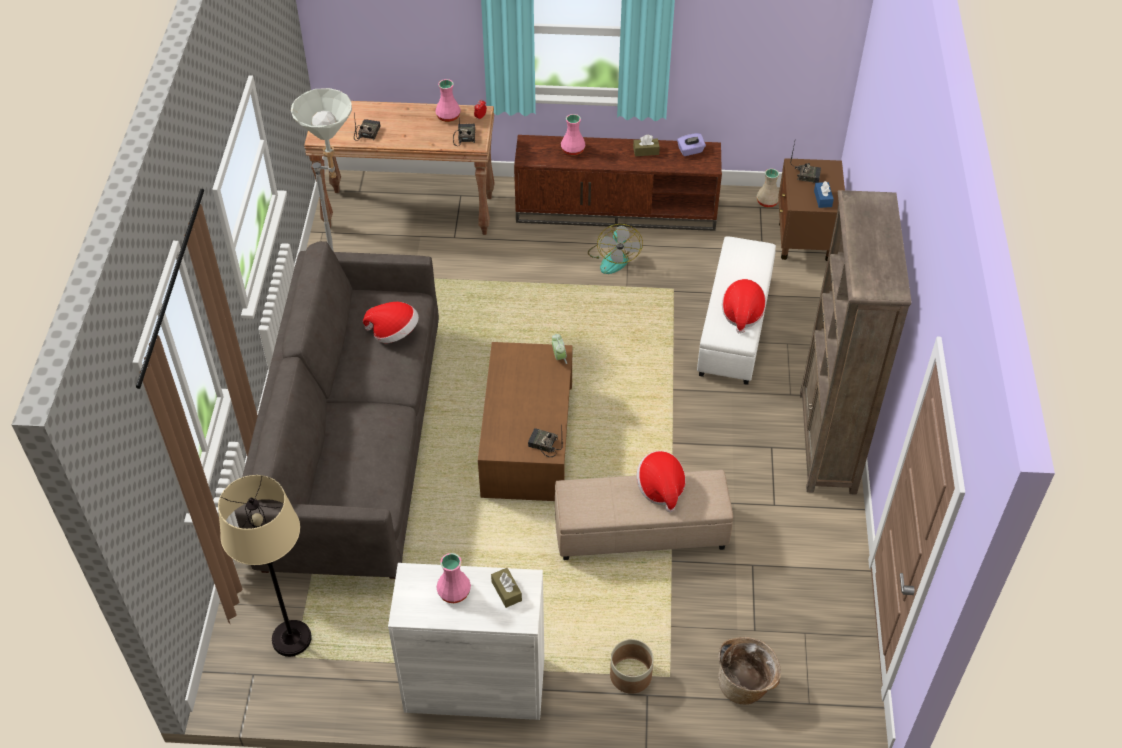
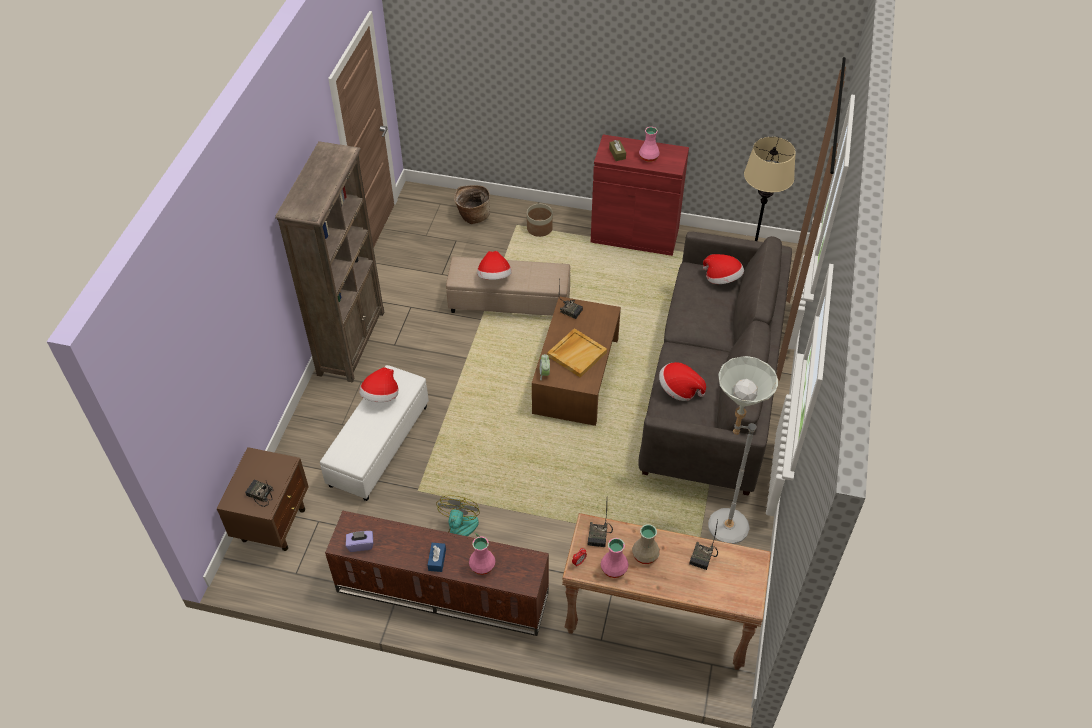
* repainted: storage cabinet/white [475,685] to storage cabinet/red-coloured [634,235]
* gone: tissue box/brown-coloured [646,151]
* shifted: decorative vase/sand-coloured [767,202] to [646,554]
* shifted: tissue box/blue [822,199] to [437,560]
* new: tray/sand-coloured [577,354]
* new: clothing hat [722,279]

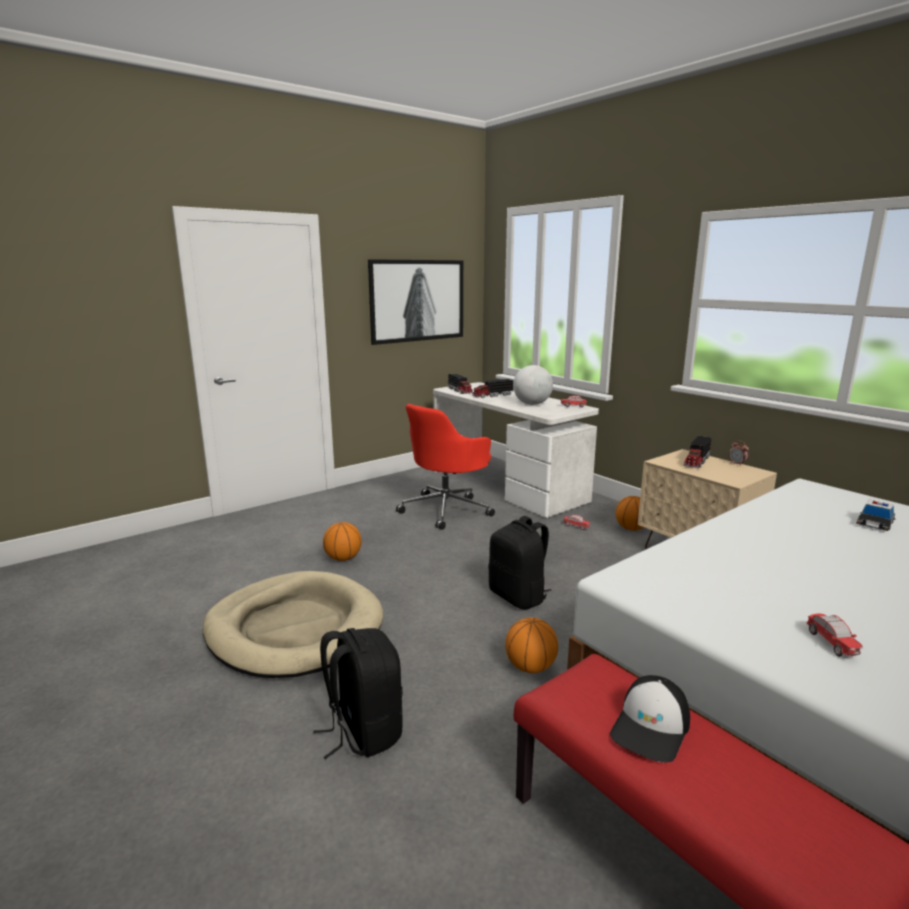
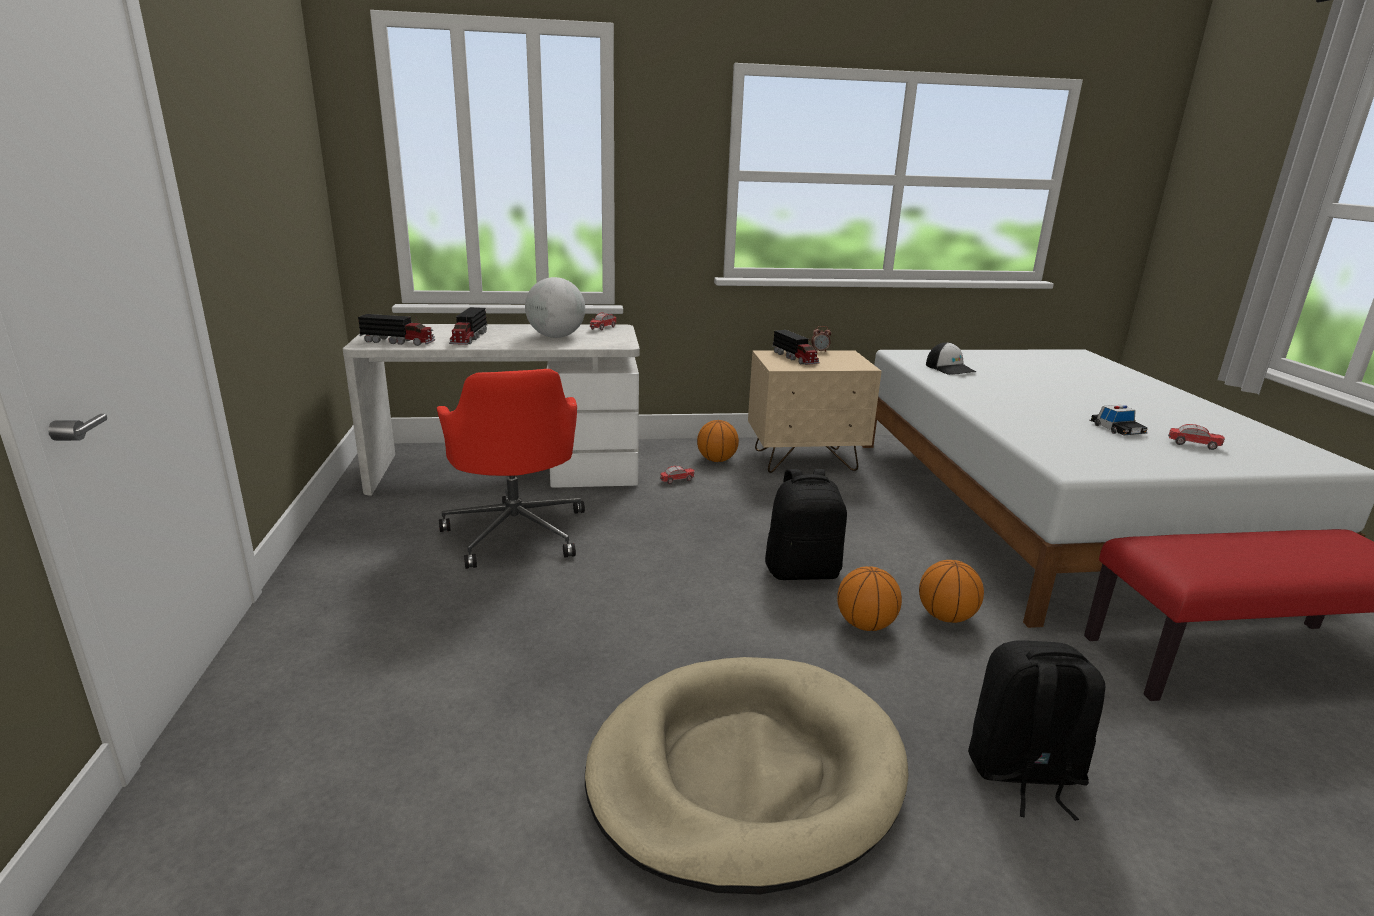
* shifted: basketball ball [343,558] to [865,625]
* gone: picture [417,300]
* shifted: baseball cap [651,728] to [950,368]
* shifted: model car [875,523] to [1117,429]

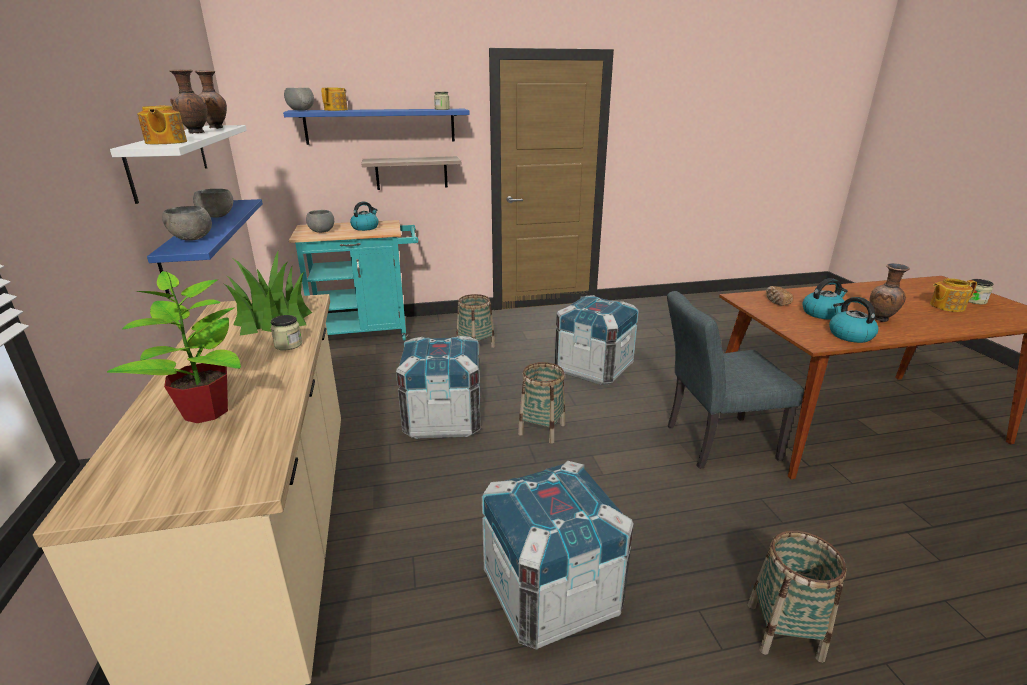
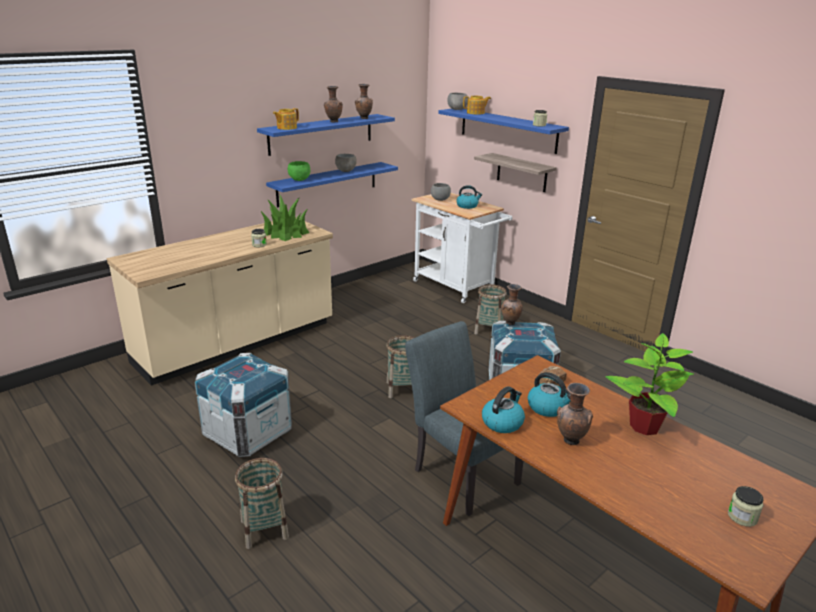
* shifted: houseplant [206,412] to [644,427]
* repainted: shelf/white [170,159] to shelf/blue [321,134]
* repainted: deep dish/gray [192,239] to deep dish/greenish [299,180]
* repainted: trolley/turquoise [368,333] to trolley/white [457,288]
* gone: packing crate [443,419]
* gone: teapot [946,306]
* new: decorative vase/brown-coloured [510,323]

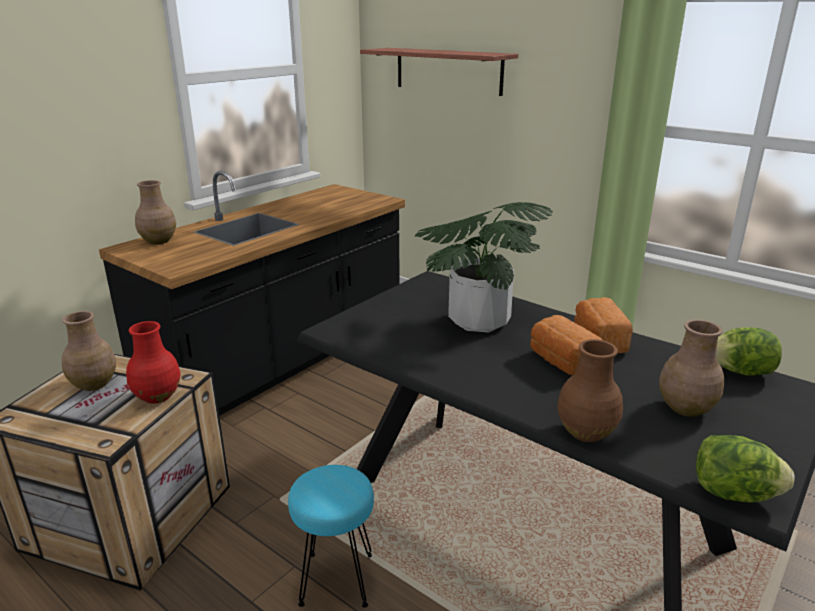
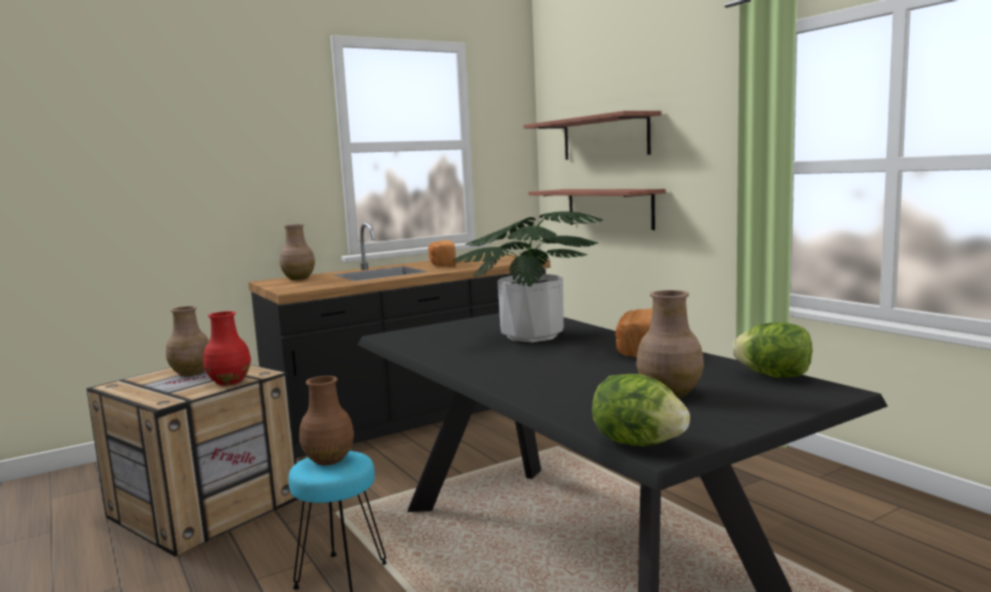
* shifted: bread [561,362] to [442,264]
* shifted: decorative vase/brown-coloured [587,432] to [329,460]
* new: shelf [609,208]

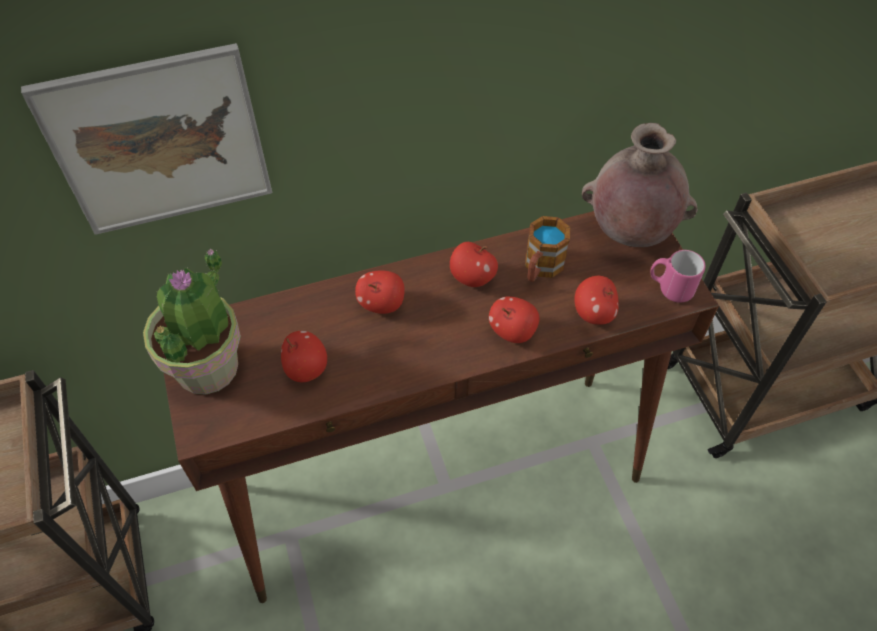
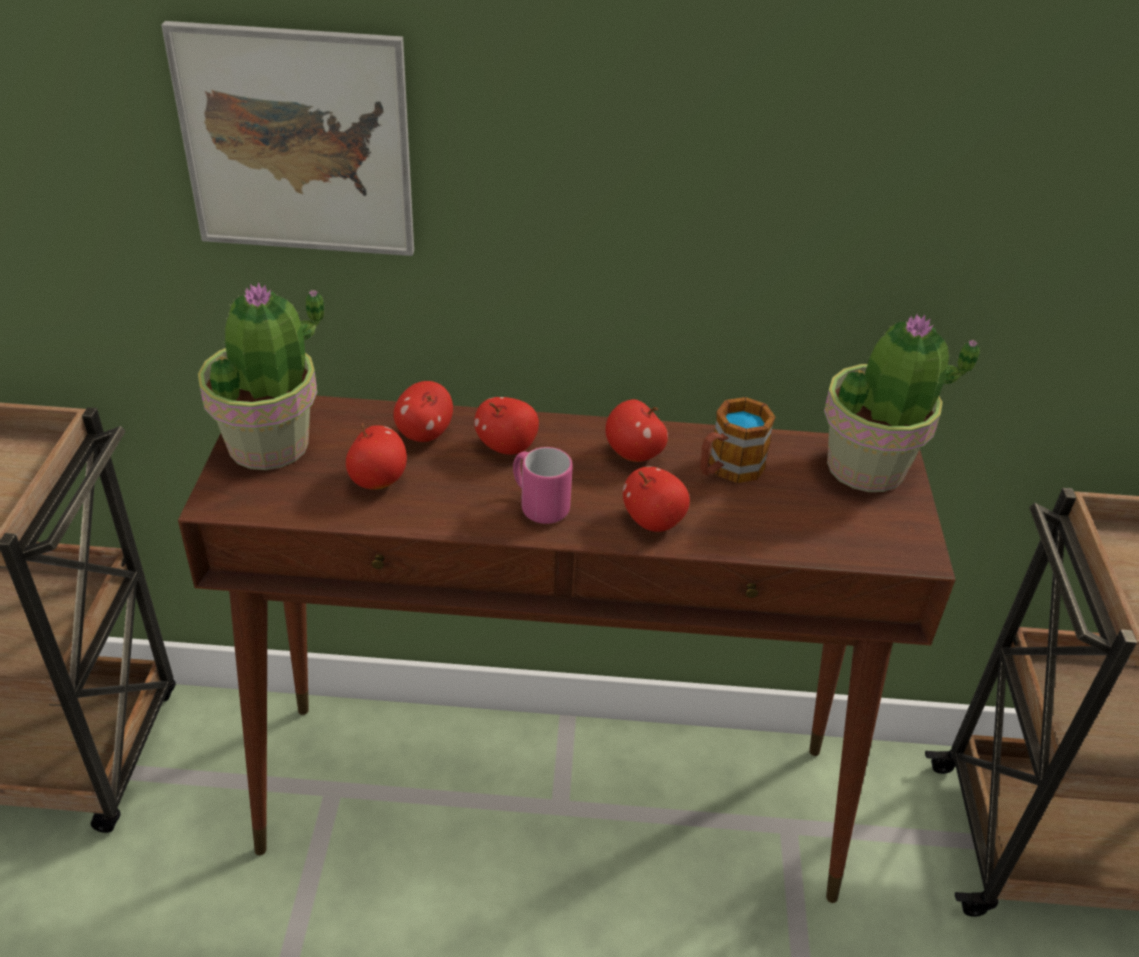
* shifted: apple fruit [593,313] to [424,434]
* swapped: decorative vase/brown-coloured [629,233] to houseplant [868,467]
* shifted: tea mug/pinkish [670,288] to [538,505]

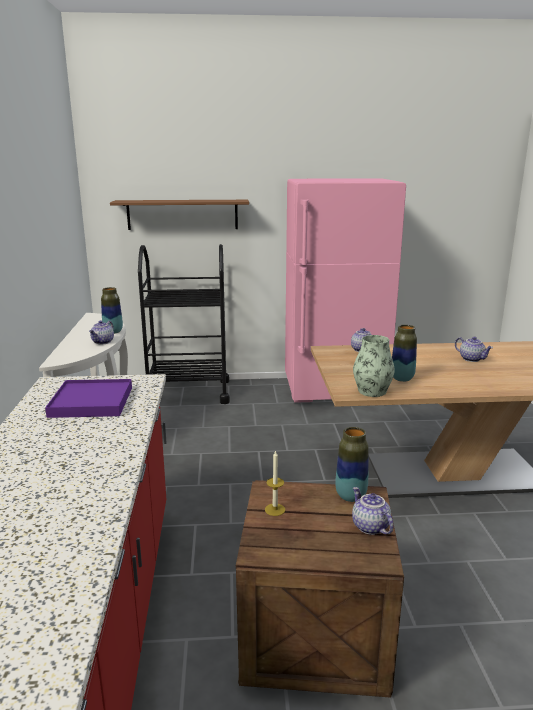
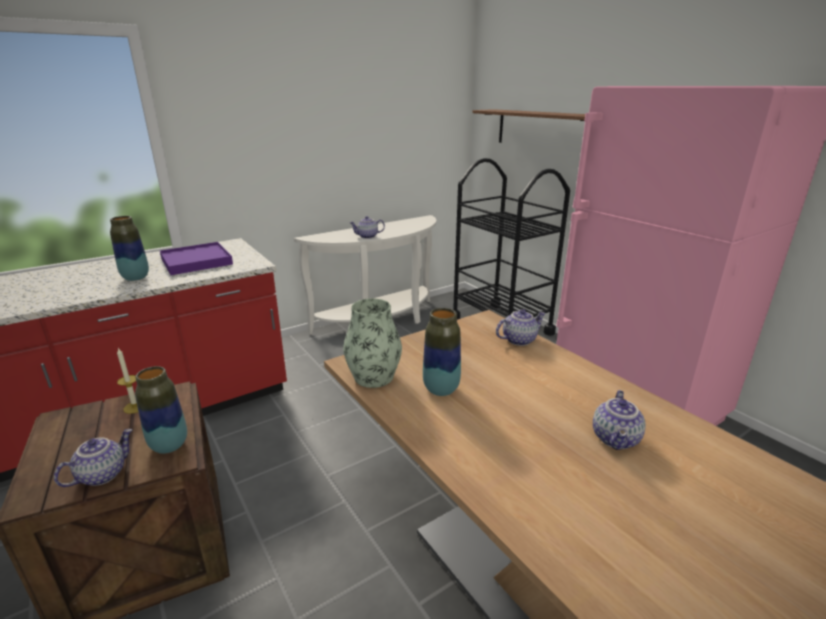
* shifted: decorative vase [113,332] to [136,278]

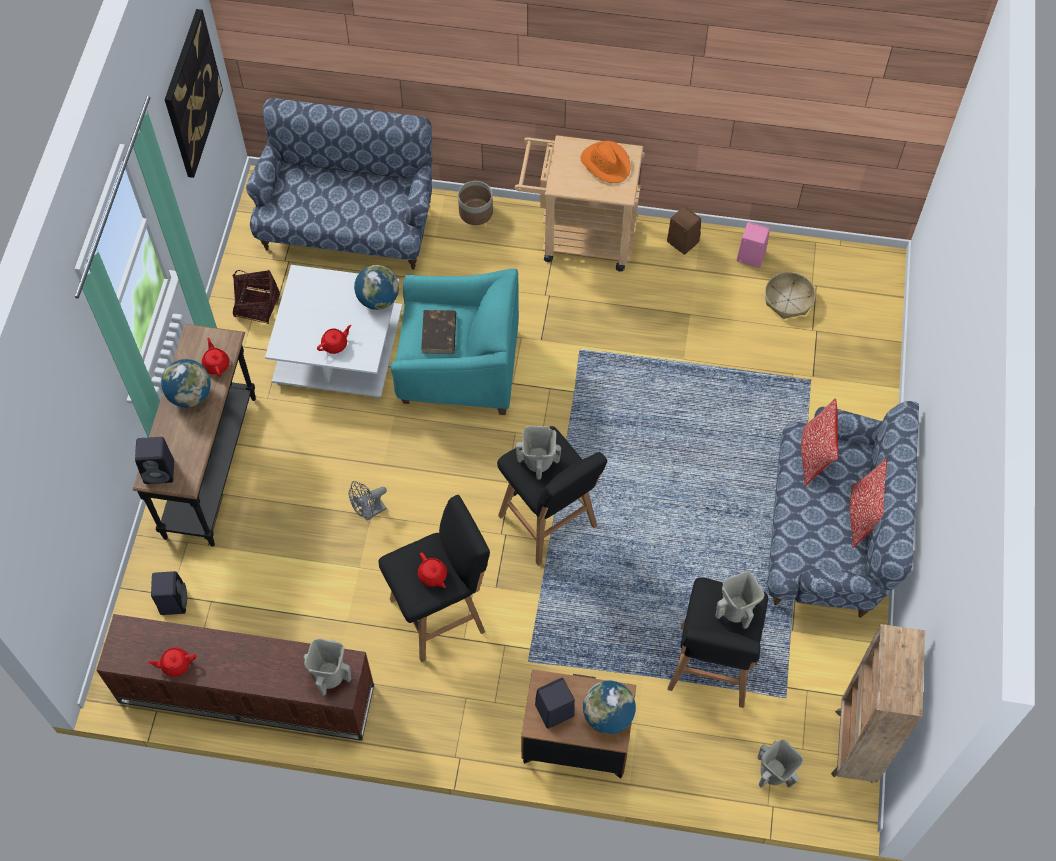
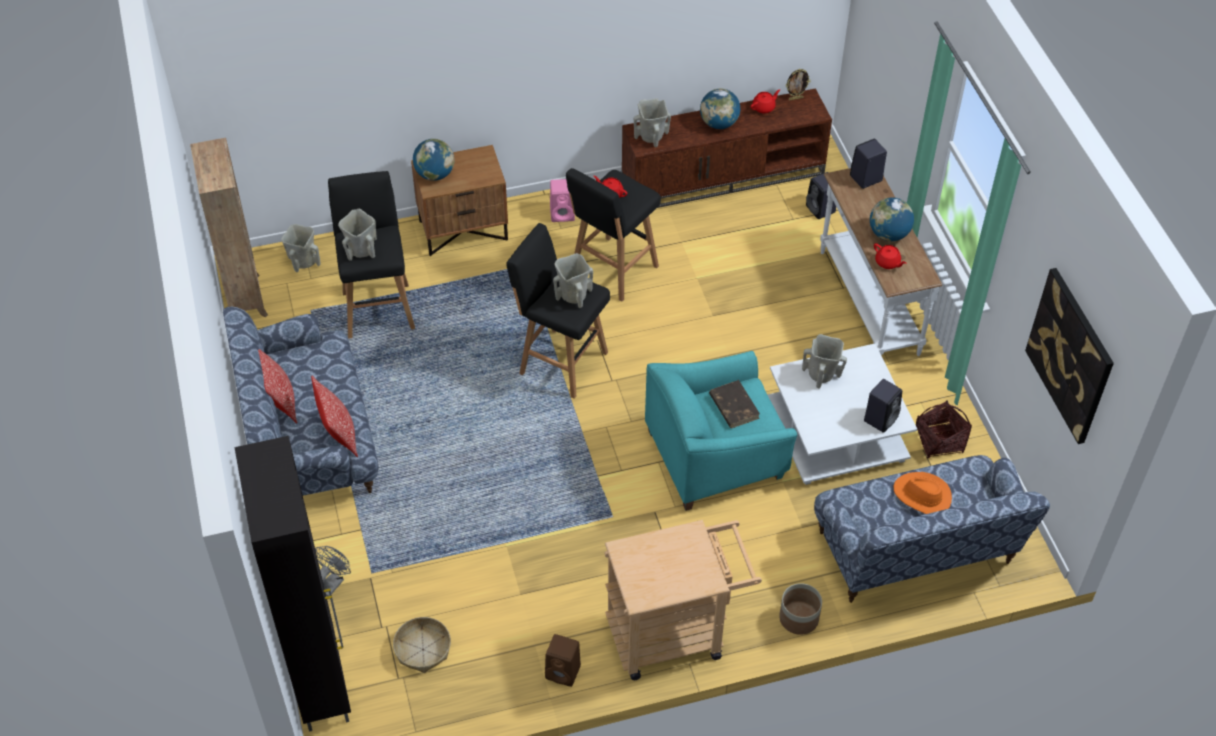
* repainted: narrow table/black [212,467] to narrow table/white [867,303]
* swapped: teapot/red-coloured [335,344] to decorative vase/sand-coloured [822,375]
* shifted: fan/gray [369,512] to [333,582]
* shifted: desk globe [378,299] to [719,123]
* shifted: loudspeaker/black [553,712] to [881,418]
* shifted: clothing hat/orangey [606,163] to [922,495]
* shifted: loudspeaker/pinkish [749,256] to [563,214]
* new: storage cabinet/black [321,683]
* new: standing frame [795,98]

